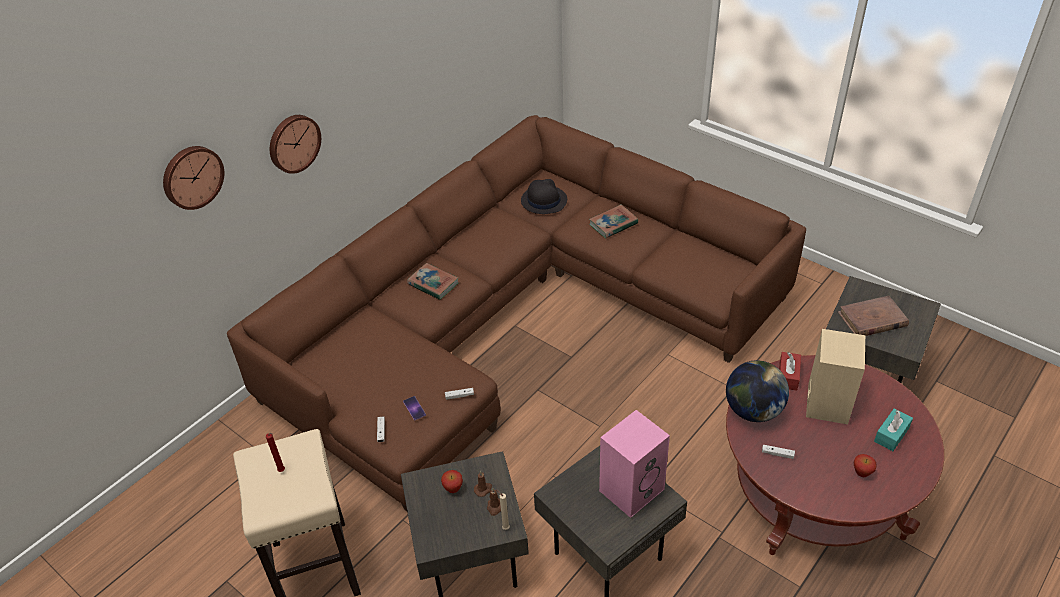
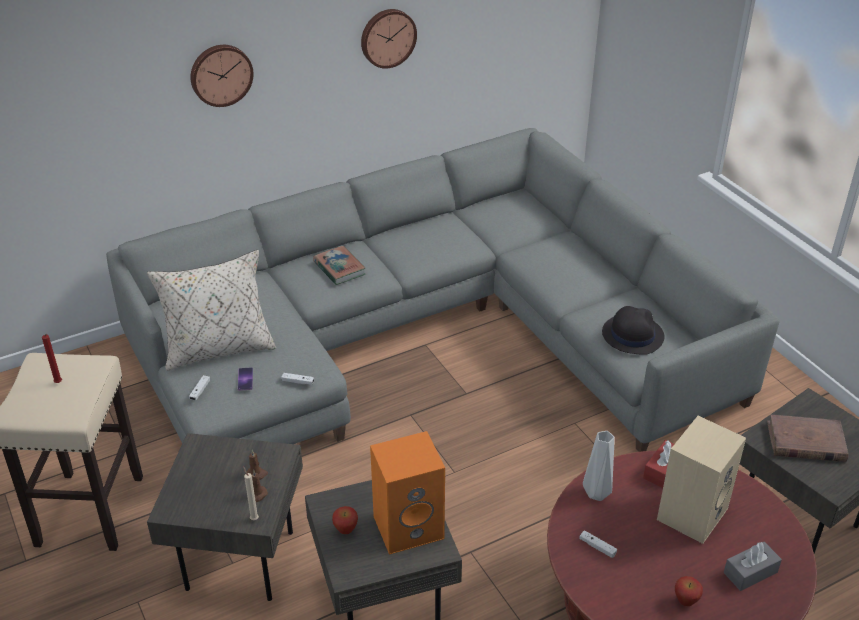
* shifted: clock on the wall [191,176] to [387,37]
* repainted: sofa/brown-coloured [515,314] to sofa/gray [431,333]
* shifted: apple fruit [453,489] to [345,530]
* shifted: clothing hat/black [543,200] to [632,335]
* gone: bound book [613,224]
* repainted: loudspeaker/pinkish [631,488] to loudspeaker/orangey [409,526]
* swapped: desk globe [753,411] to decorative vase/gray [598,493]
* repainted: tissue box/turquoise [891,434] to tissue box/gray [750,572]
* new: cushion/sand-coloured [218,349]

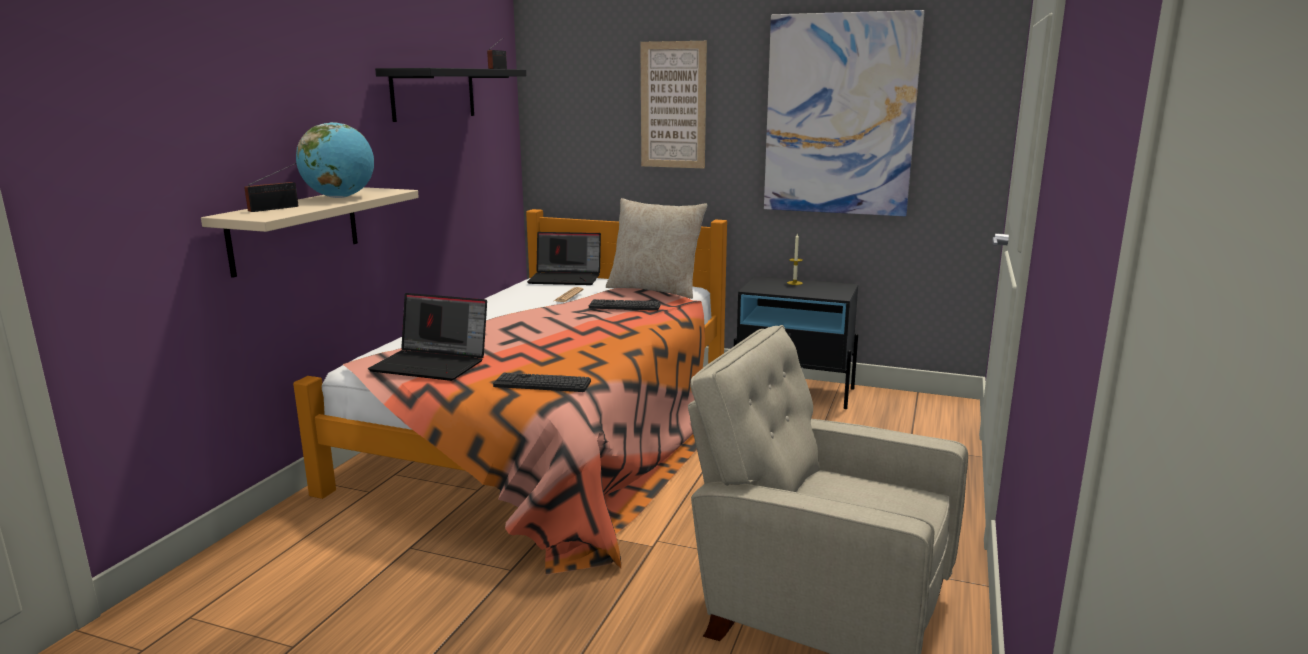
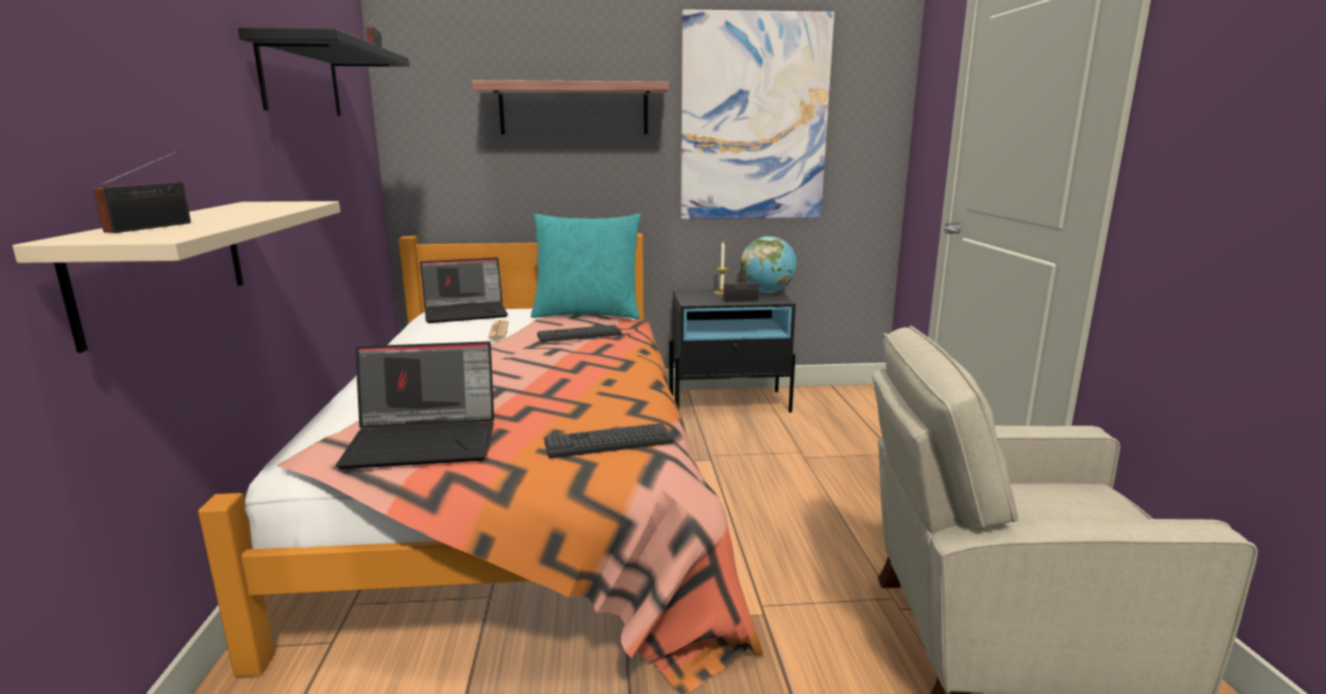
* shifted: desk globe [340,197] to [767,292]
* repainted: cushion/sand-coloured [655,290] to cushion/turquoise [587,314]
* swapped: picture [673,105] to shelf [574,109]
* new: radio [743,301]

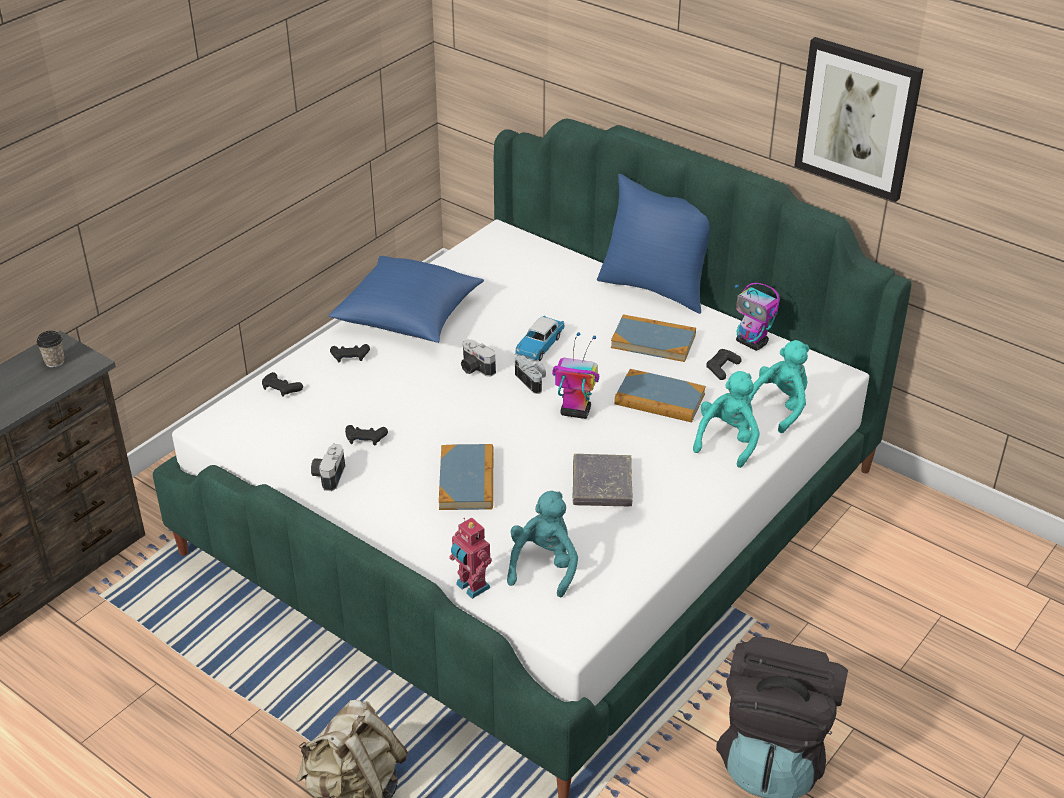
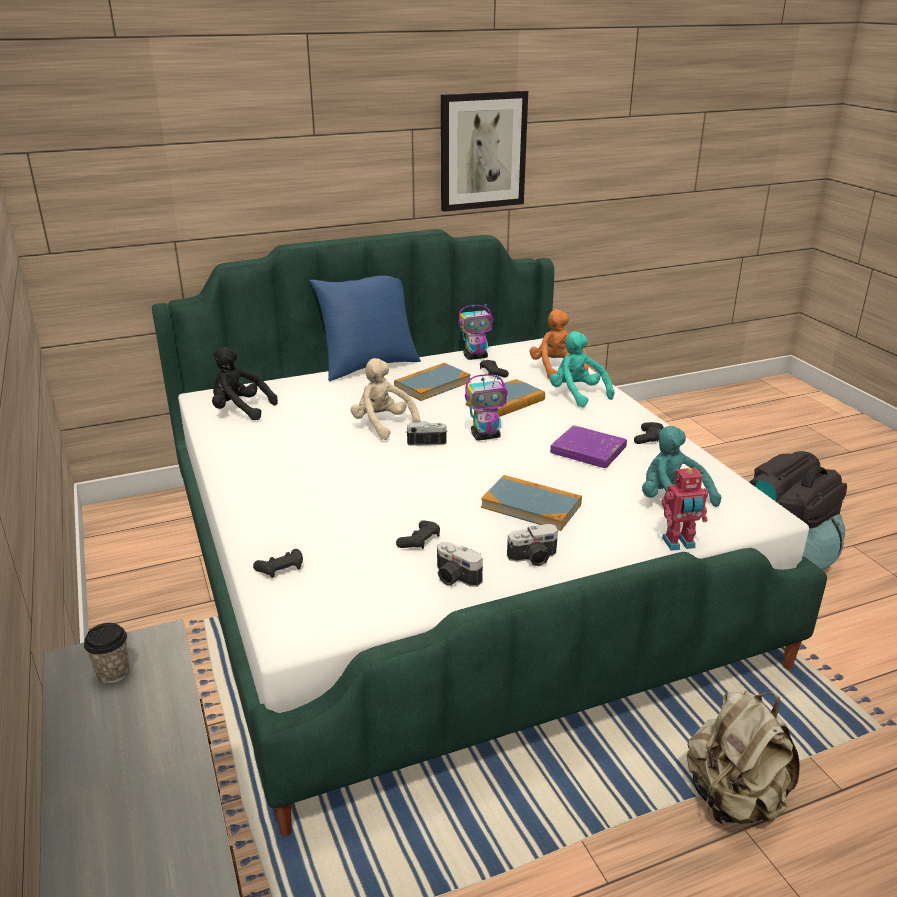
* gone: cushion/blue [408,316]
* shifted: gamepad/black [350,357] to [648,438]
* shifted: still camera [475,368] to [533,558]
* swapped: model car [539,346] to plush toy/sand-coloured [383,425]
* rotated: model robot [575,412] = [486,436] 150 degrees counterclockwise
* repainted: bound book/gray [602,484] to bound book/purple [588,451]
* repainted: plush toy/turquoise [779,407] to plush toy/orangey [556,369]
* new: plush toy/black [240,410]

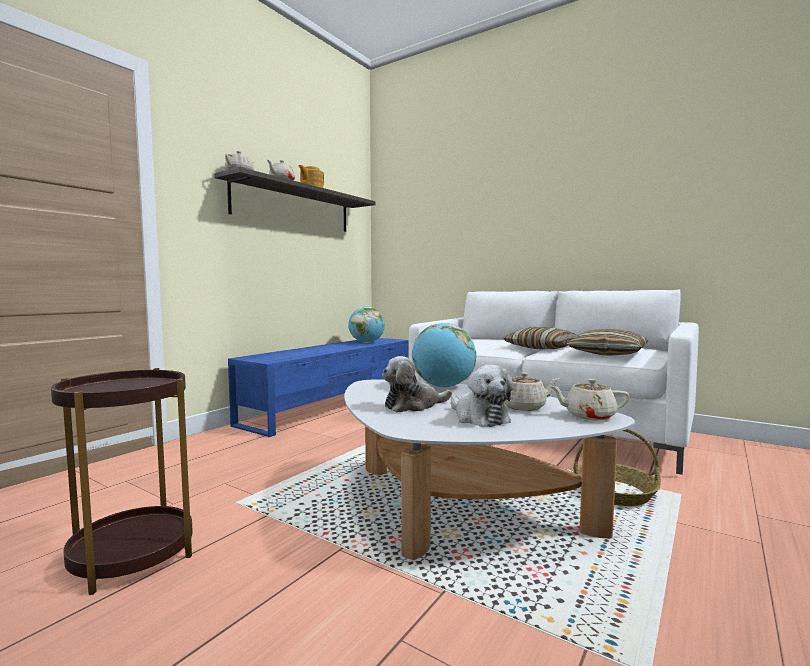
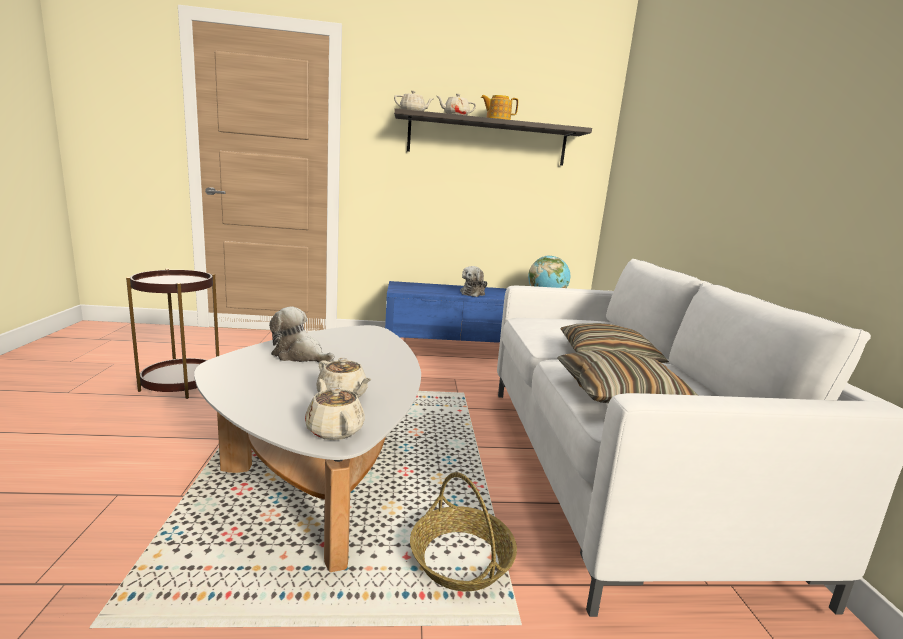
* gone: desk globe [443,387]
* shifted: plush toy [479,418] to [473,293]

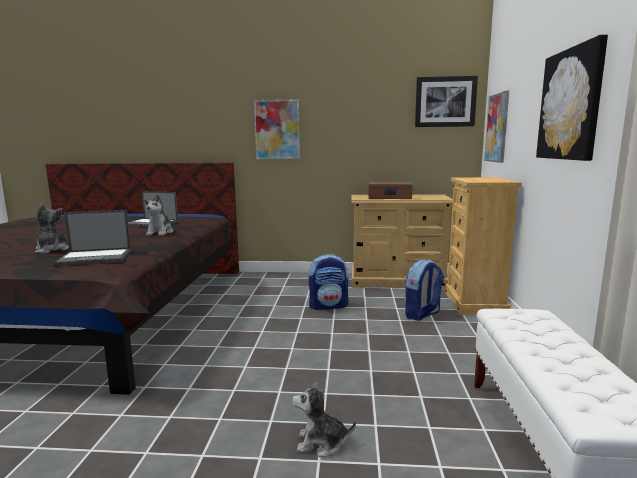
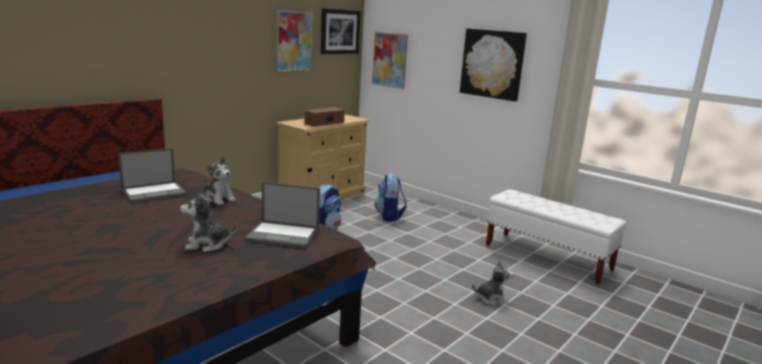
* rotated: portable computer [96,257] = [284,235] 75 degrees clockwise
* shifted: picture [277,129] to [293,41]
* rotated: plush toy [321,443] = [491,298] 135 degrees counterclockwise
* gone: drawer chest/sand-coloured [475,303]

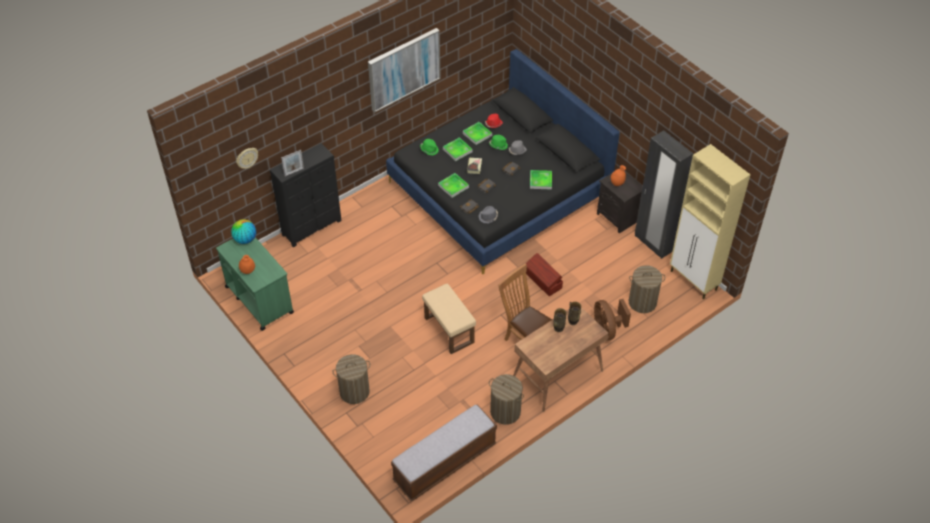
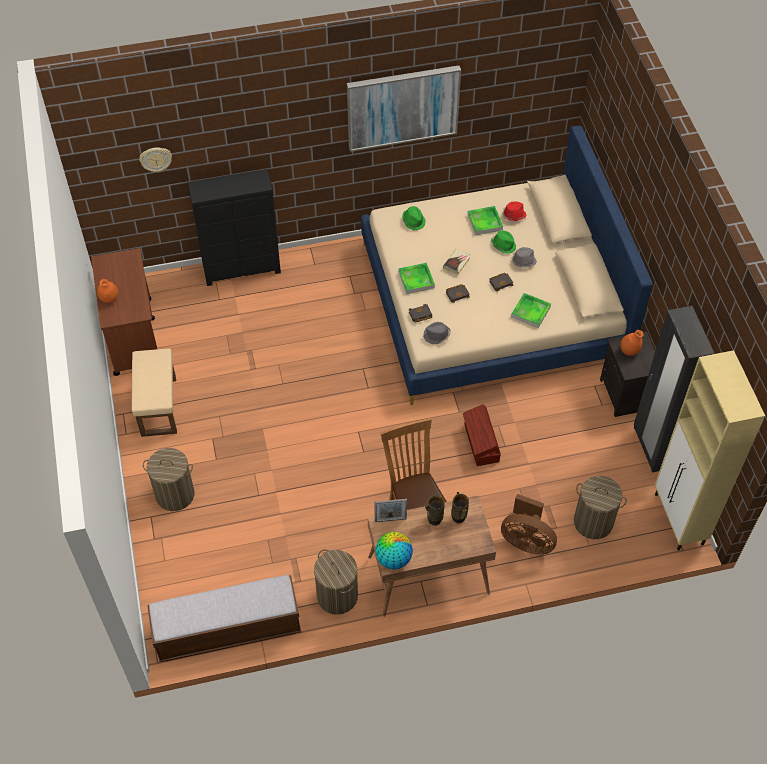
* repainted: trolley/greenish [259,299] to trolley/brown-coloured [133,335]
* shifted: desk globe [245,239] to [393,559]
* shifted: standing frame [294,172] to [390,520]
* repainted: bedroom bed/black [499,189] to bedroom bed/sand-coloured [492,302]
* shifted: footrest/sand-coloured [448,330] to [158,406]
* gone: tray [457,150]
* rotated: fan/brown-coloured [607,329] = [526,540] 75 degrees counterclockwise

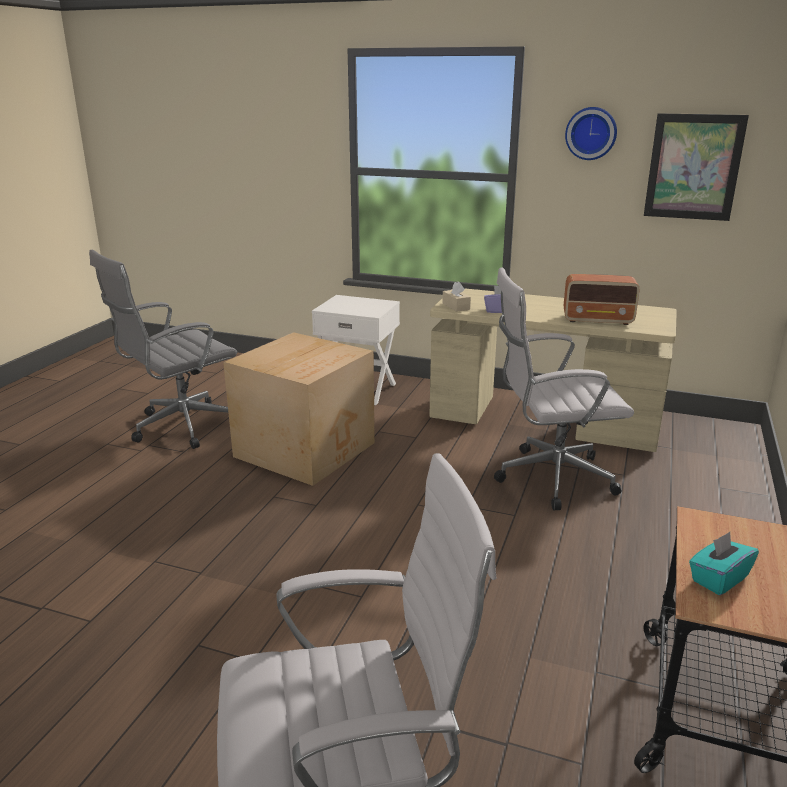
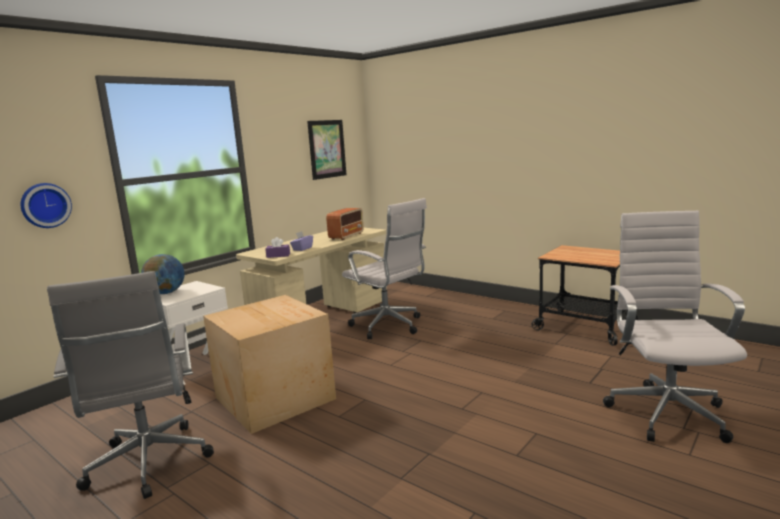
* repainted: tissue box/sand-coloured [456,306] to tissue box/purple [278,255]
* rotated: computer chair/white [549,478] = [389,326] 60 degrees counterclockwise
* shifted: clock on the wall [591,133] to [45,205]
* gone: tissue box/turquoise [718,579]
* new: desk globe [166,293]

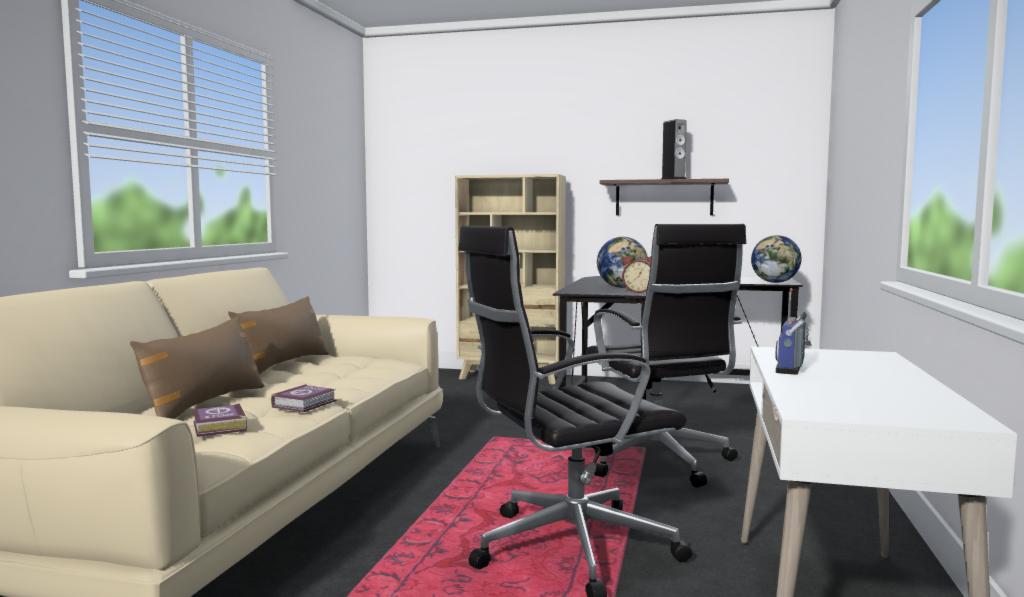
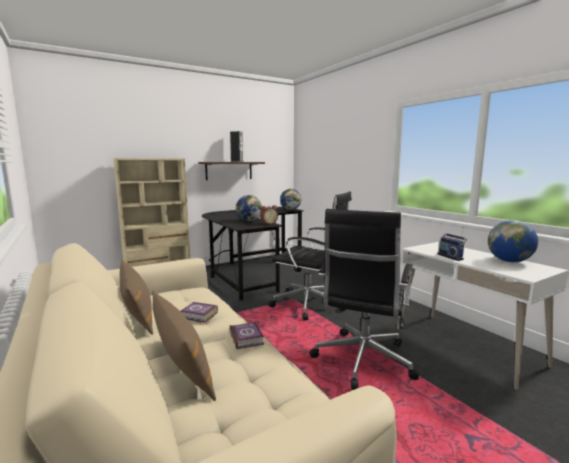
* shifted: bound book [218,427] to [199,315]
* new: desk globe [509,261]

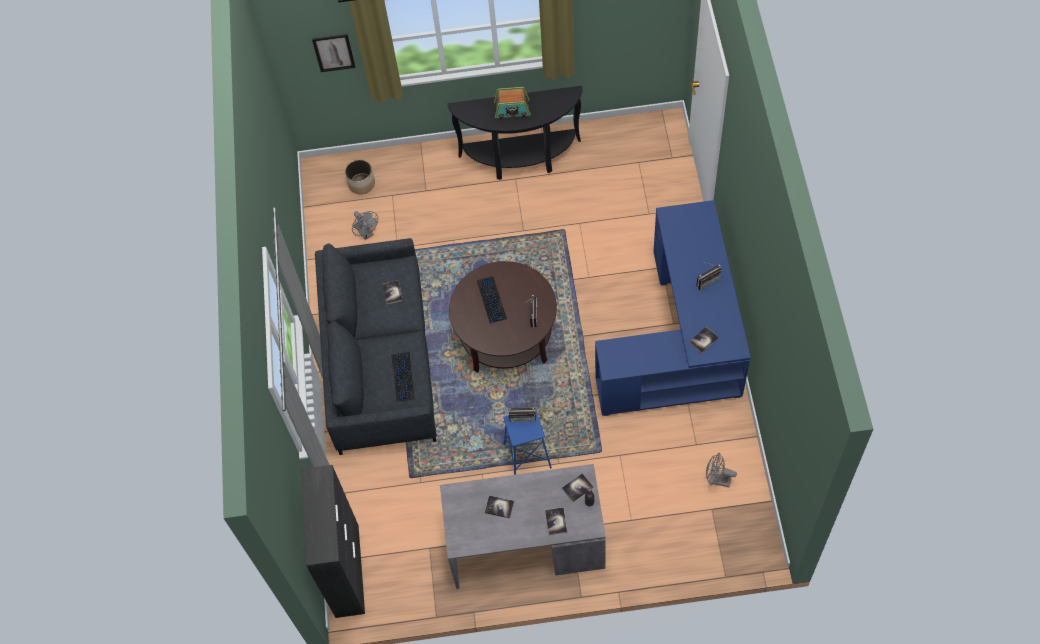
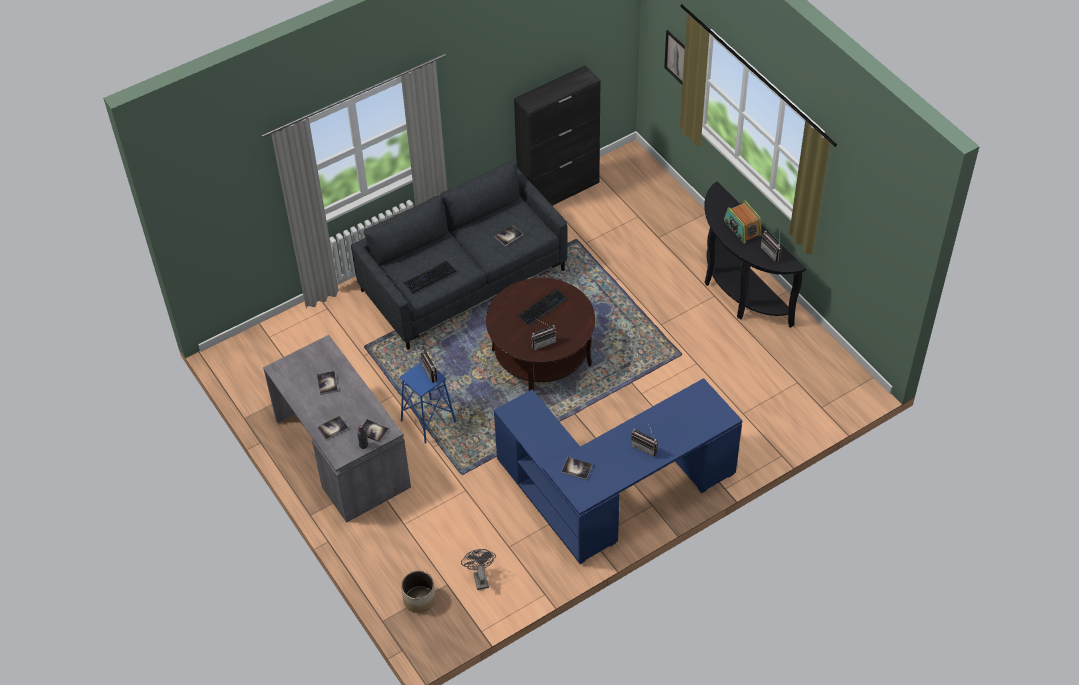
* shifted: storage cabinet/black [347,570] to [559,191]
* shifted: planter [361,184] to [419,599]
* gone: fan/gray [366,233]
* new: radio [772,252]

